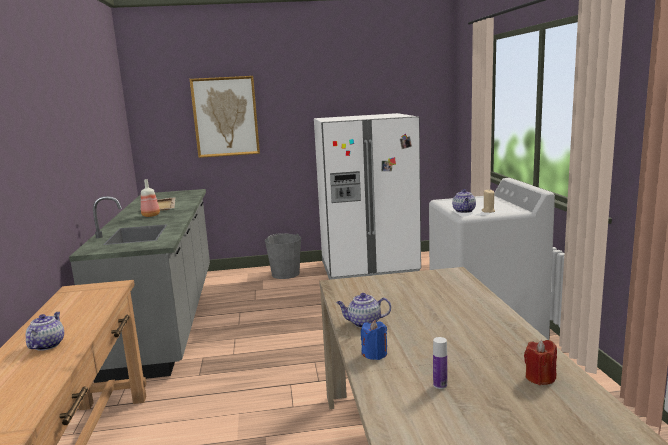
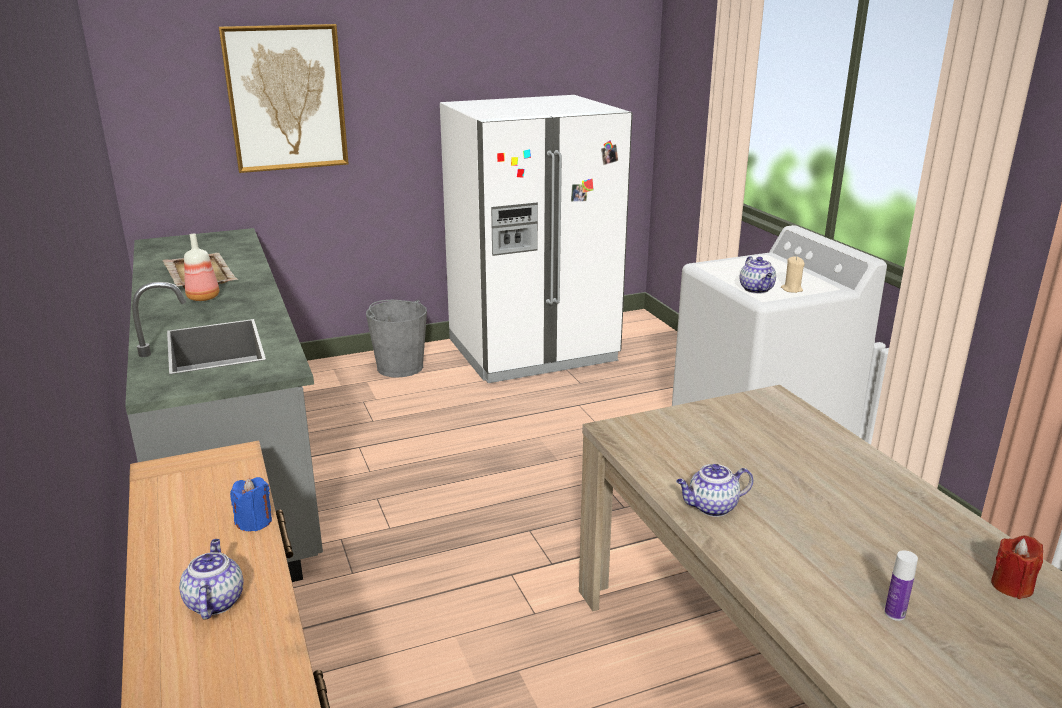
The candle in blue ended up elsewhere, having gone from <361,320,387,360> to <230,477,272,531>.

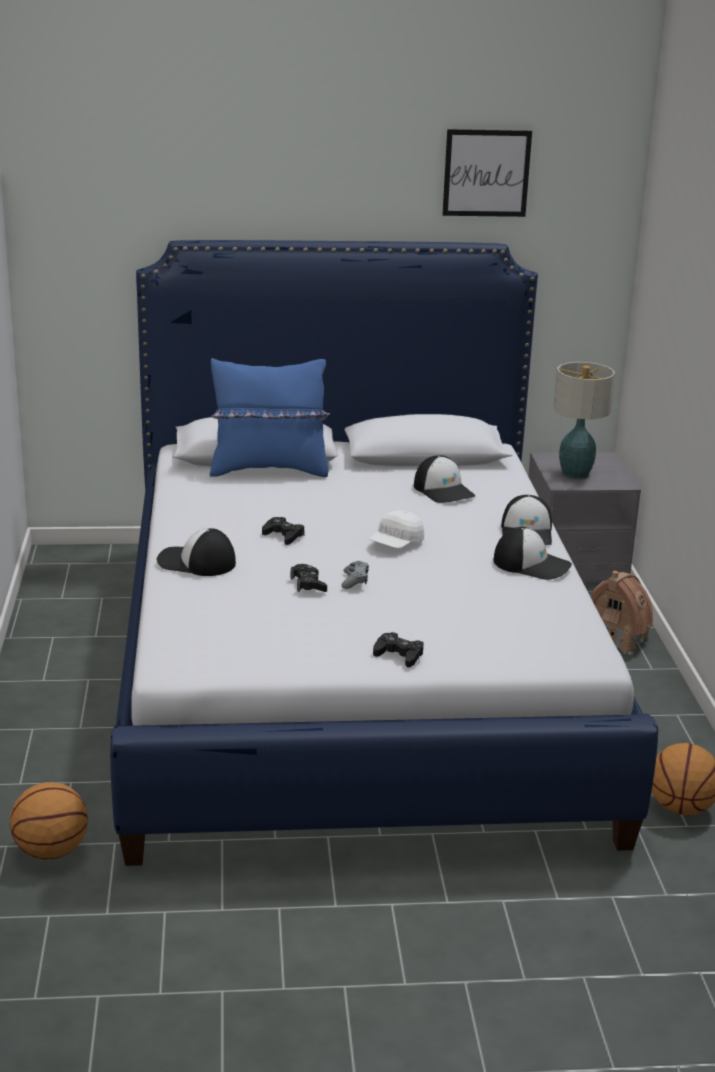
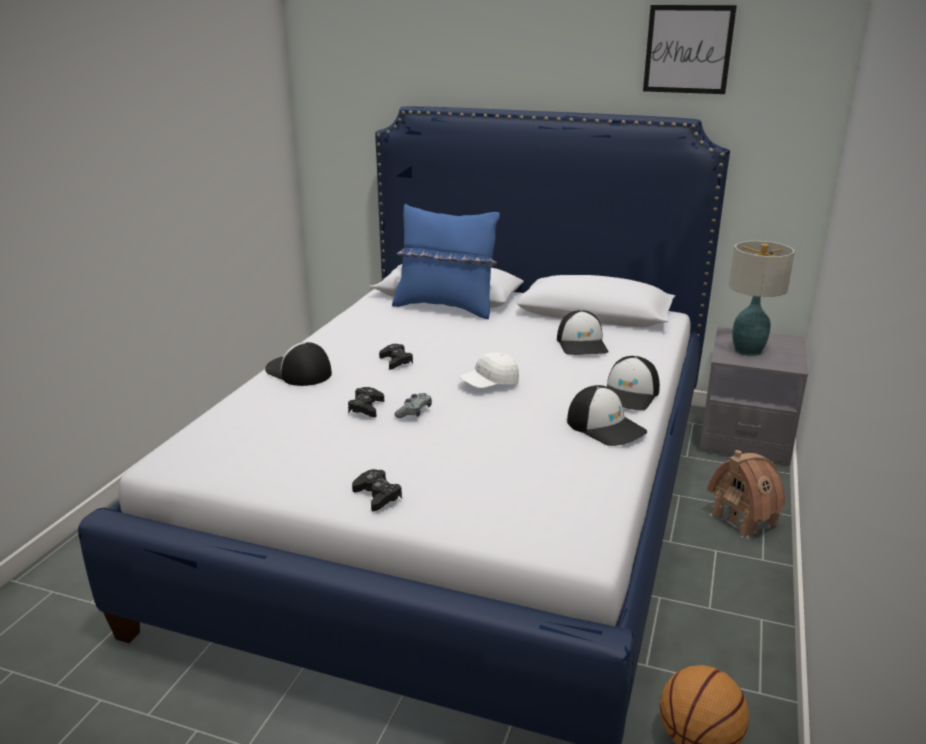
The second view lost the basketball at <10,782,88,860>.

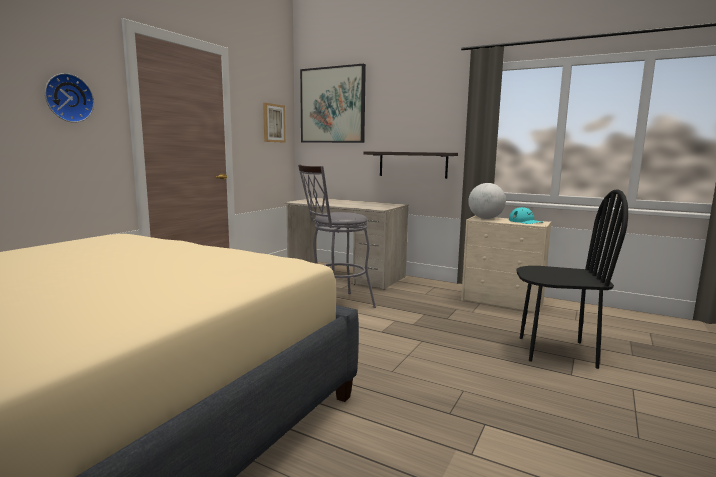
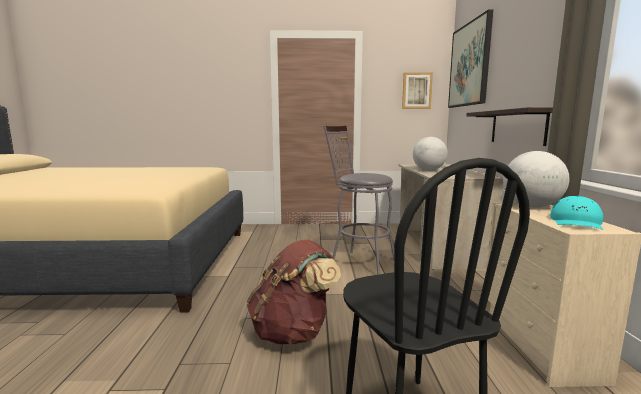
The second view lost the wall clock at <45,73,94,123>.
The second view gained the backpack in brown at <247,240,341,345>.
The second view gained the globe at <413,137,448,171>.

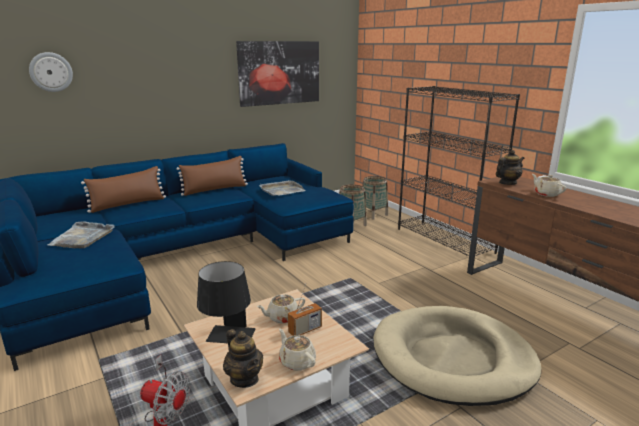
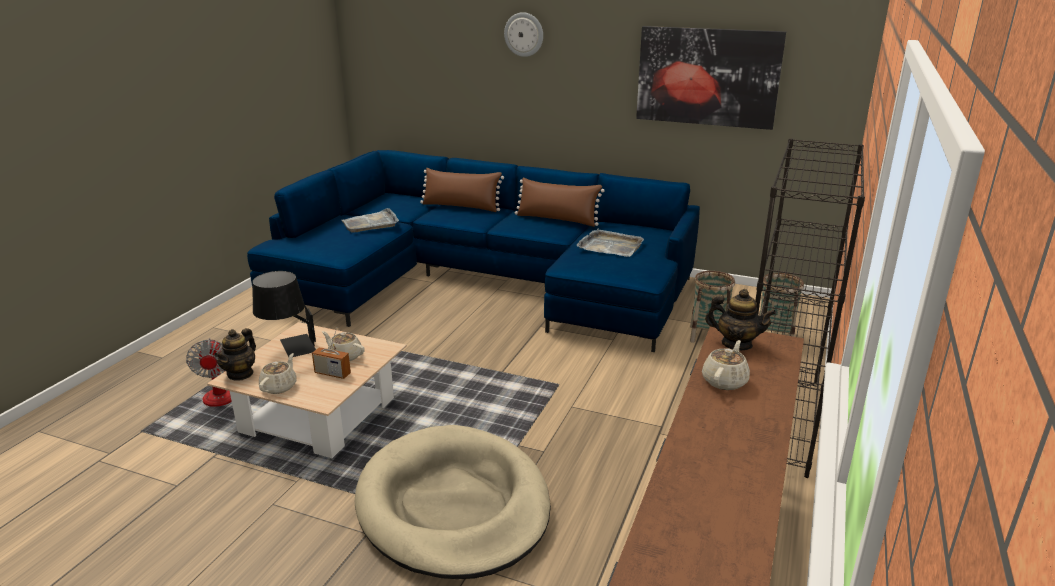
The wall clock ended up elsewhere, having gone from <29,52,73,92> to <504,12,543,57>.

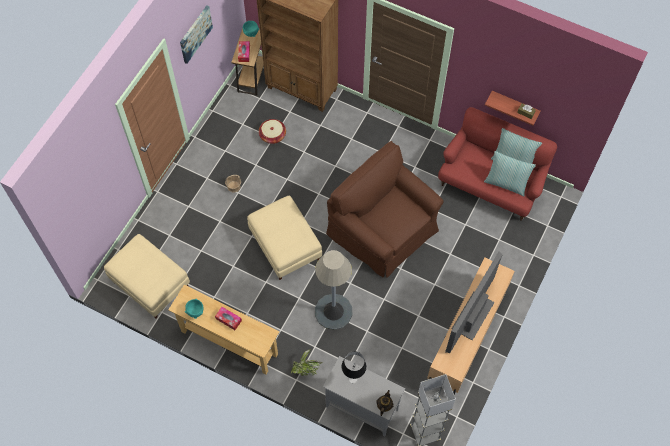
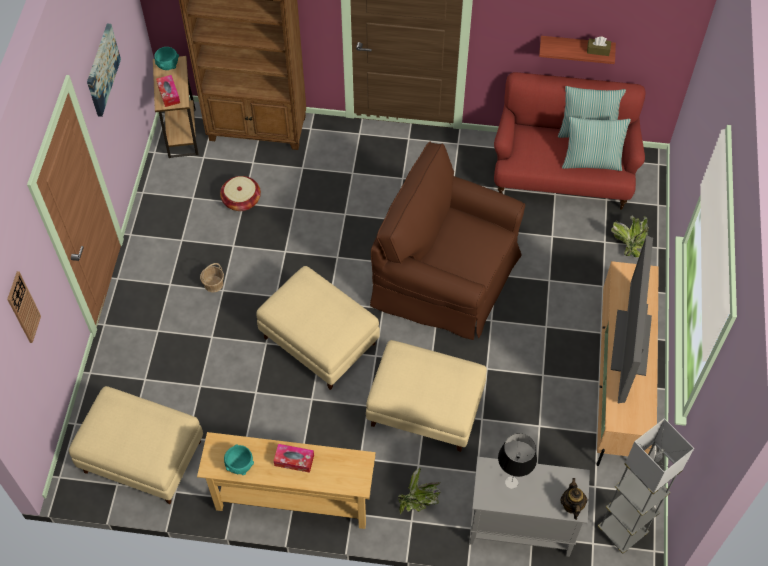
The second view gained the wall clock at <7,271,41,343>.
The second view gained the potted plant at <611,216,649,258>.
Where the floor lamp in grey stood at <315,250,352,330>, the ottoman in beige came to stand at <366,340,487,452>.

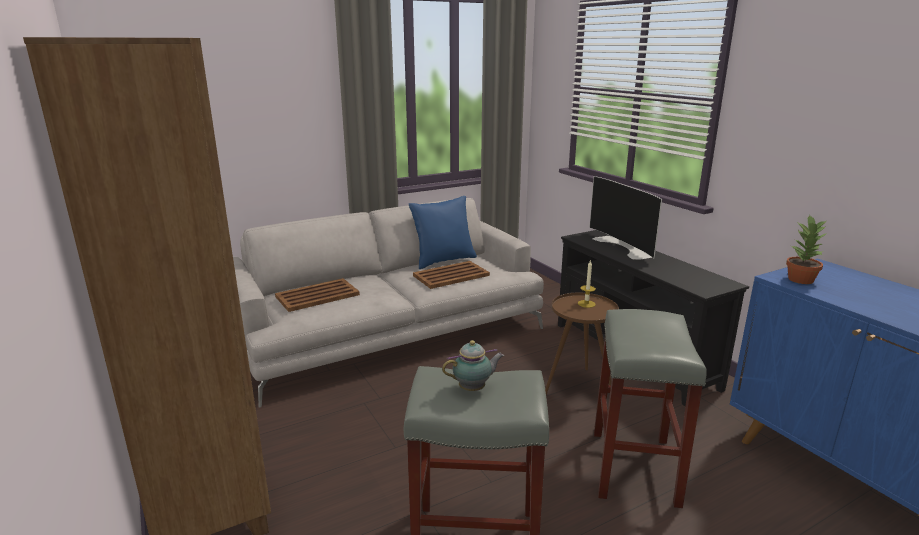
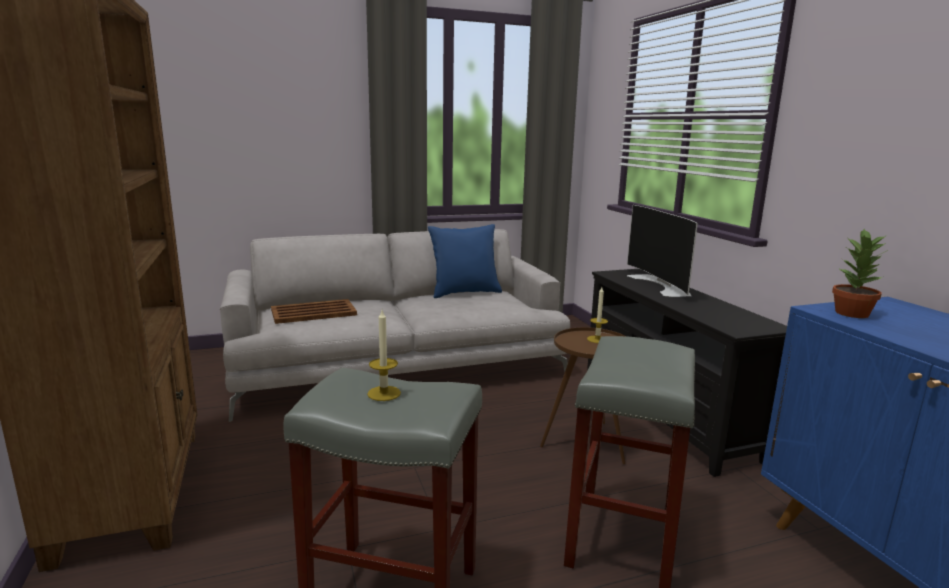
The second view lost the tray in brown at <413,261,490,289>.
Where the teapot stood at <442,340,504,391>, the candle came to stand at <367,310,401,401>.

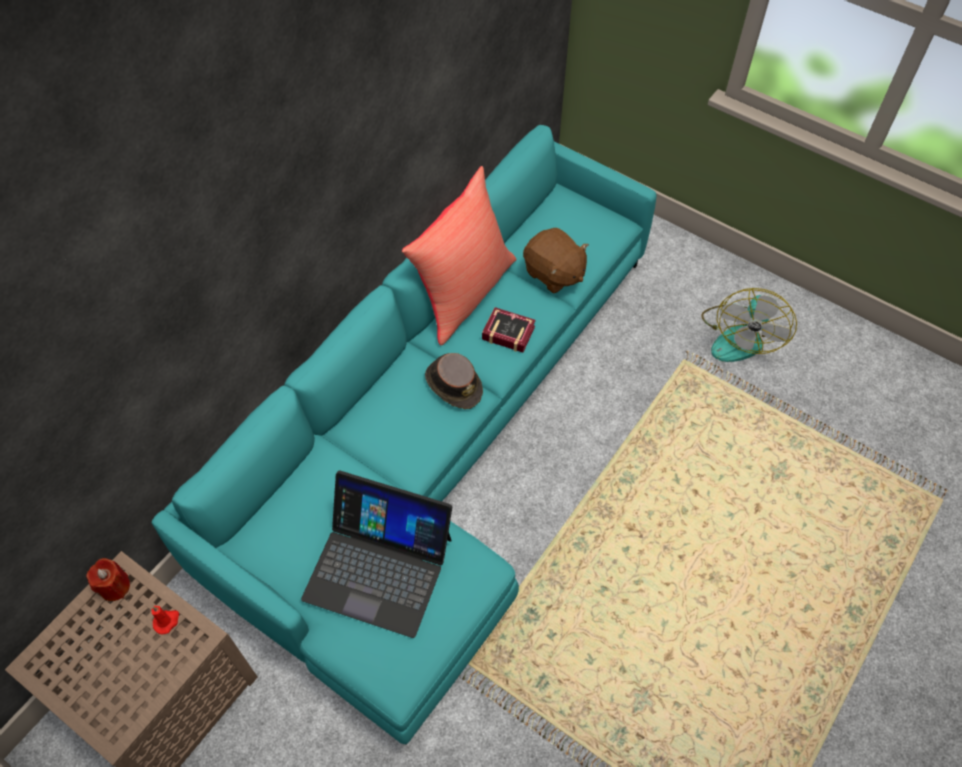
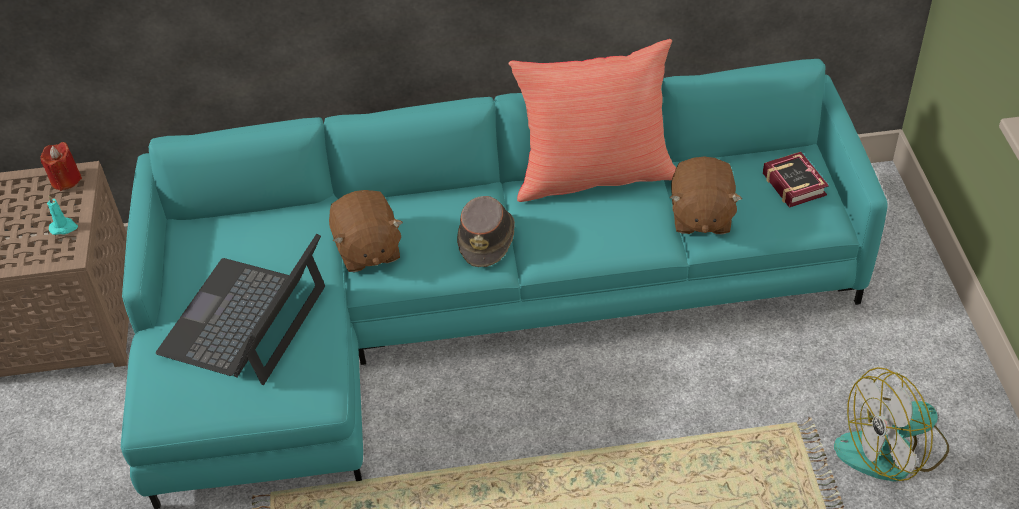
The second view gained the plush toy in brown at <329,190,403,272>.
The book ended up elsewhere, having gone from <482,307,536,353> to <763,152,829,208>.
What was the candle in red at <151,606,179,634> turned into the candle in turquoise at <47,195,78,235>.
The laptop at <301,470,452,638> ended up facing another way, 45 degrees clockwise from before.

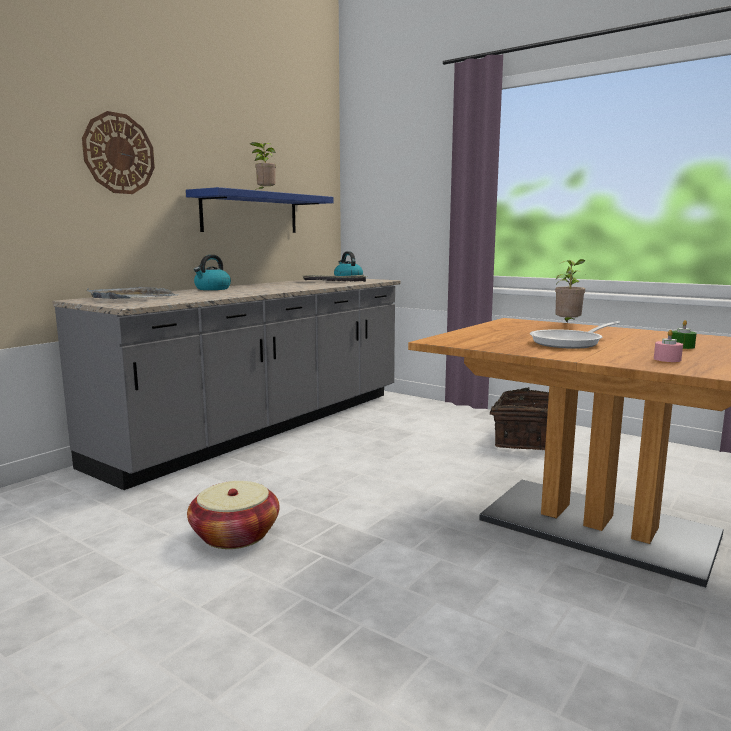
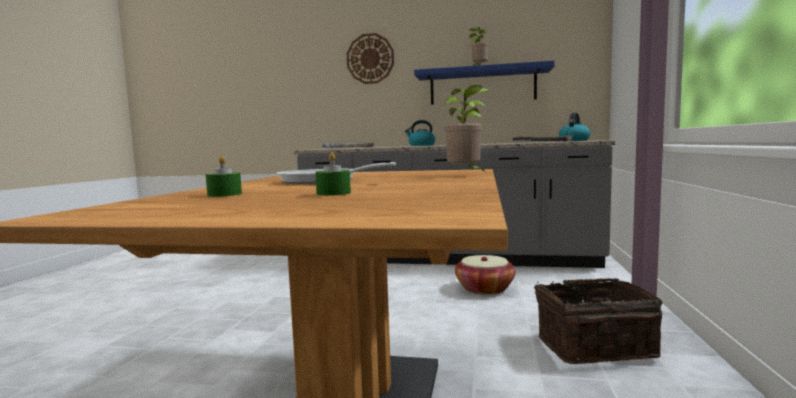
The basket ended up elsewhere, having gone from <187,481,279,549> to <455,255,515,295>.
What was the candle in pink at <654,330,683,362> turned into the candle in green at <206,156,242,197>.

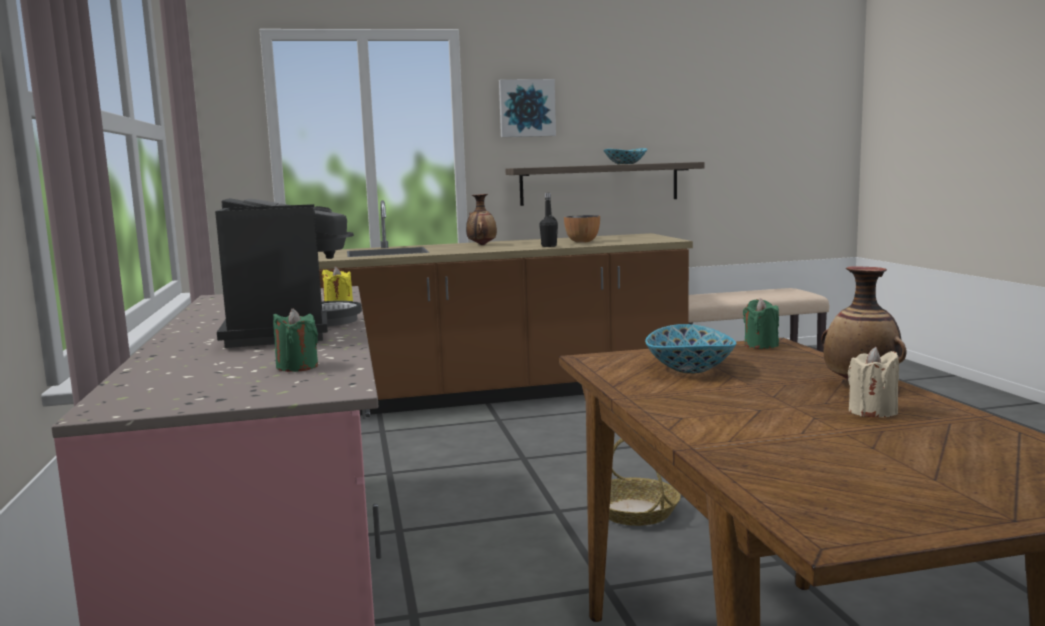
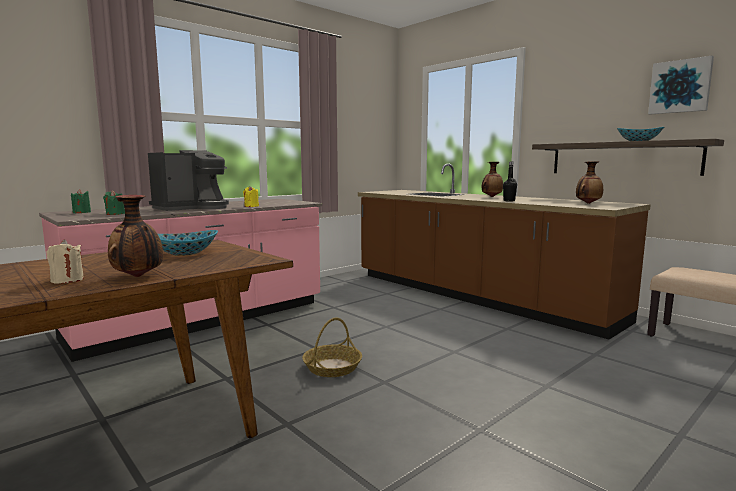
The second view lost the bowl at <564,215,600,243>.
The second view gained the vase at <576,161,603,204>.
The picture ended up elsewhere, having gone from <499,79,556,137> to <648,56,714,114>.
The candle in green ended up elsewhere, having gone from <743,298,779,349> to <71,189,91,213>.

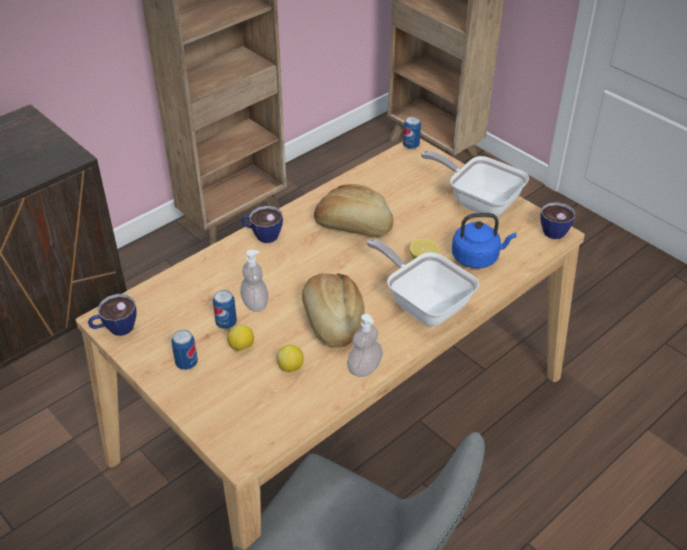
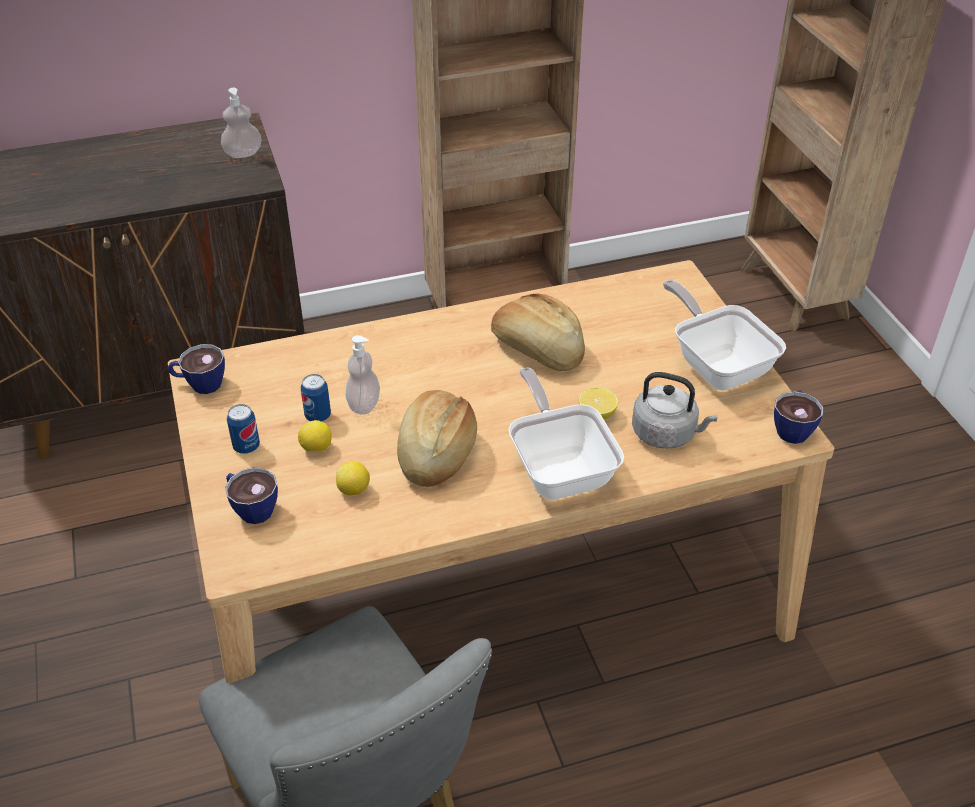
The second view lost the can at <403,116,421,149>.
The cup ended up elsewhere, having gone from <241,206,283,243> to <225,467,278,524>.
The soap dispenser ended up elsewhere, having gone from <347,314,383,377> to <221,88,261,158>.
What was the kettle in blue at <452,213,517,268> turned into the kettle in grey at <632,372,718,449>.

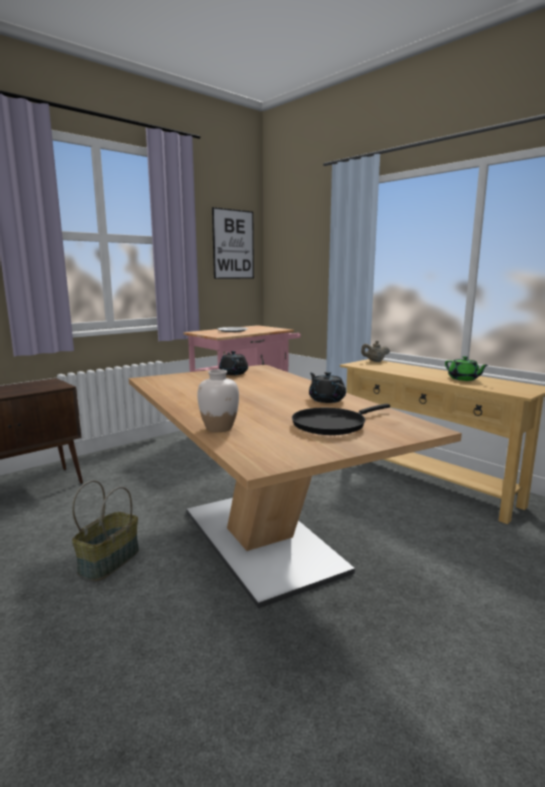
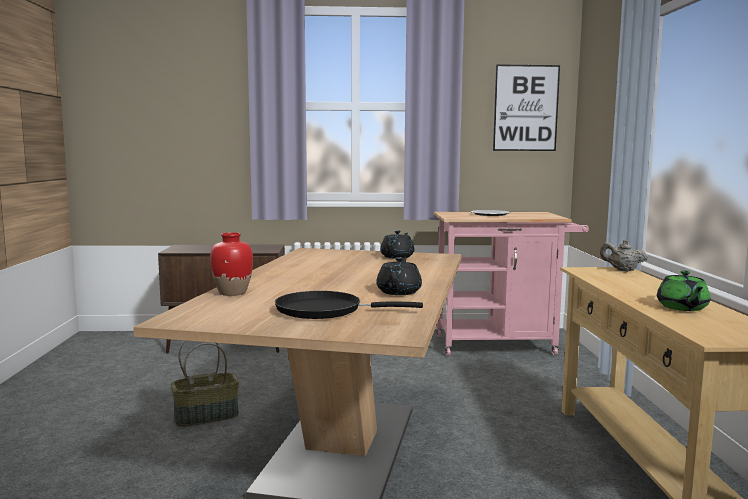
What was the vase in white at <197,369,239,432> turned into the vase in red at <210,232,253,296>.

